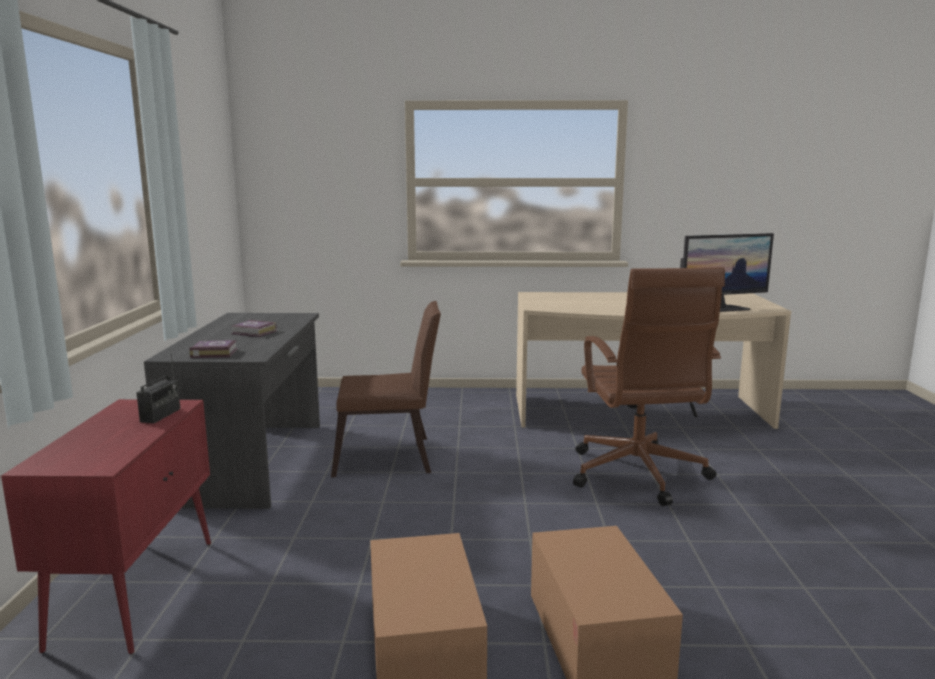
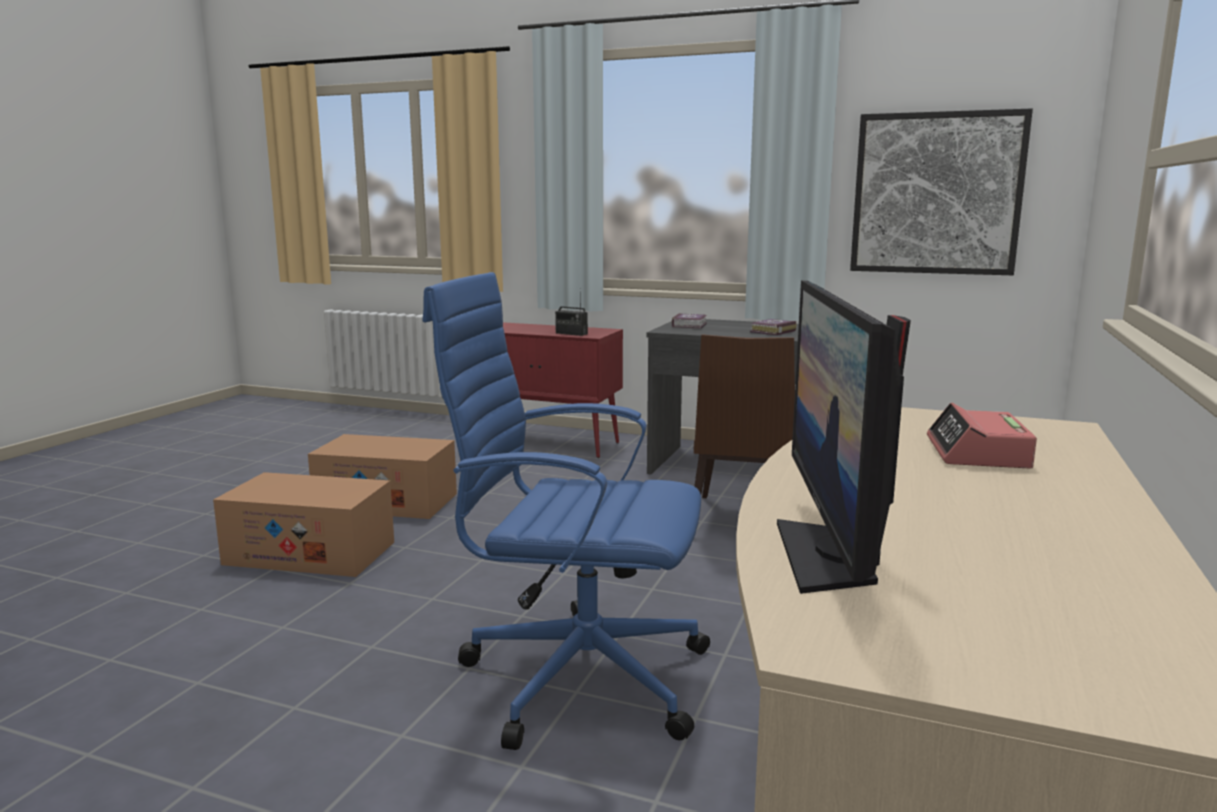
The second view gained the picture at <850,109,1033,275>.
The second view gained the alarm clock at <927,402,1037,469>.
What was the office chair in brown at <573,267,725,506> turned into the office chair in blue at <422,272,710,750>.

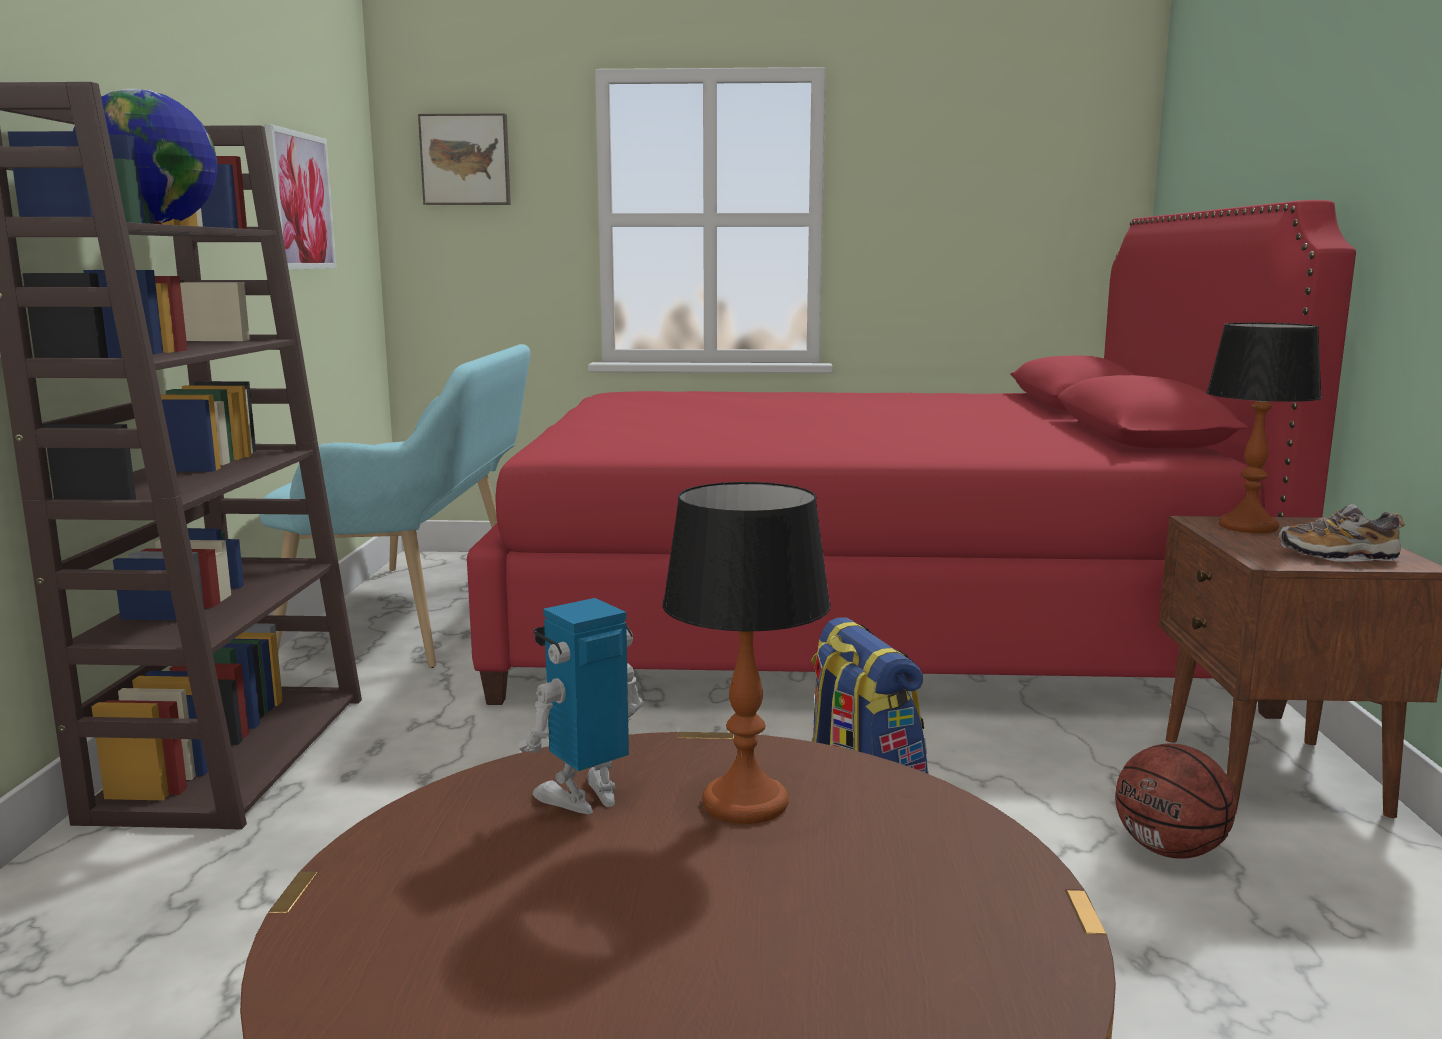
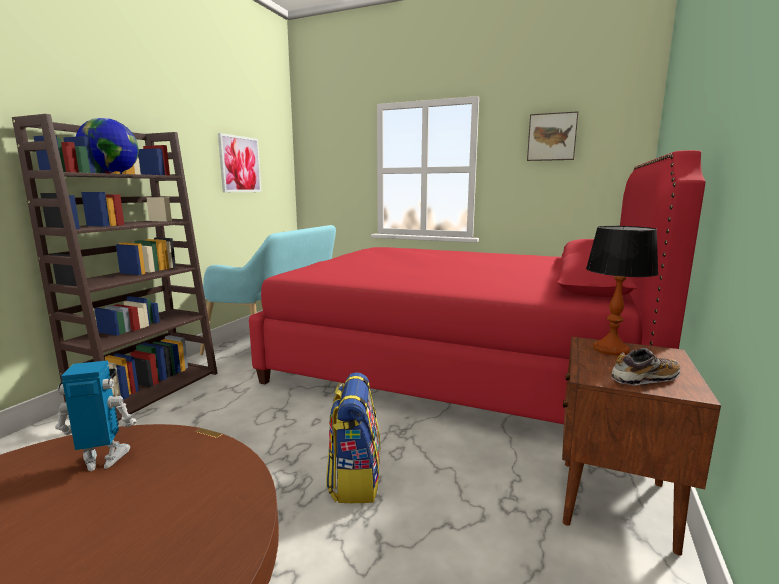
The second view lost the table lamp at <662,482,831,824>.
The second view lost the basketball at <1115,744,1236,859>.
The picture ended up elsewhere, having gone from <418,113,511,205> to <527,111,578,161>.
The shoe at <1279,504,1405,562> ended up facing another way, 135 degrees clockwise from before.

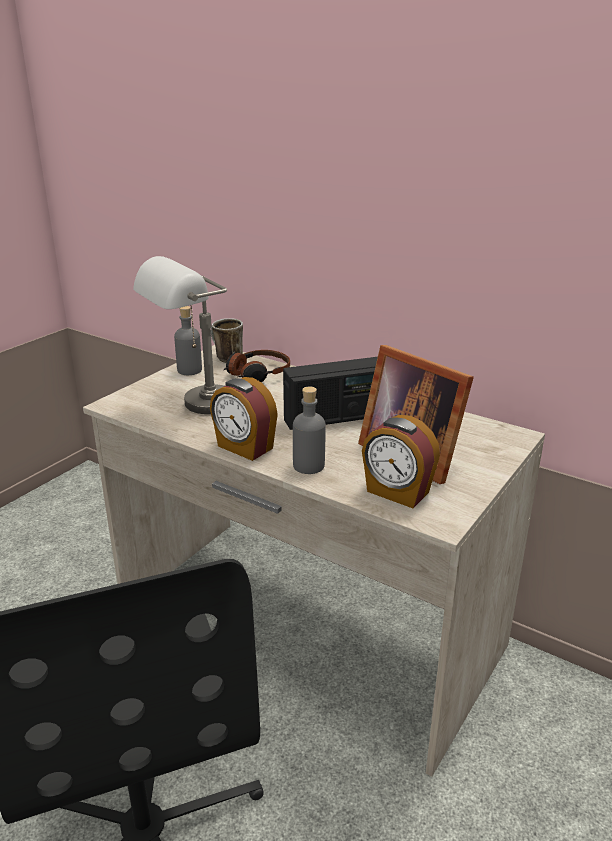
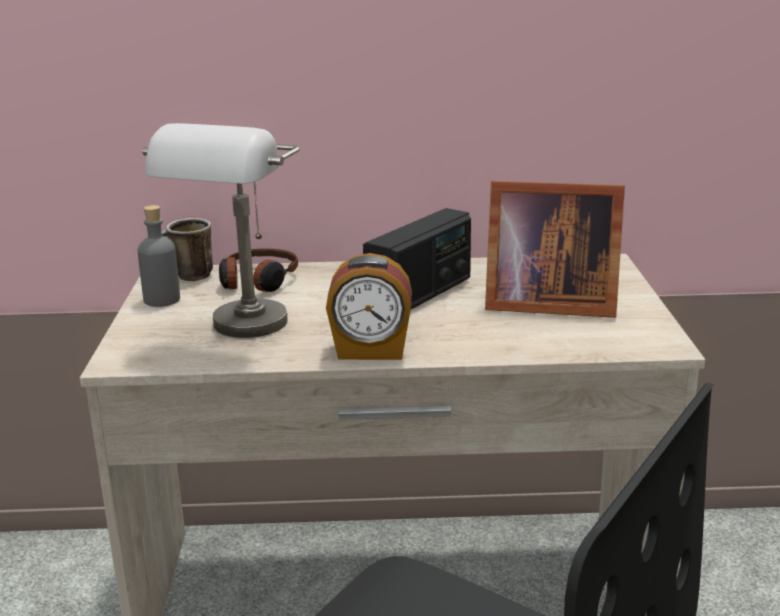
The second view lost the bottle in grey at <293,387,326,474>.
The second view lost the alarm clock at <362,415,440,508>.

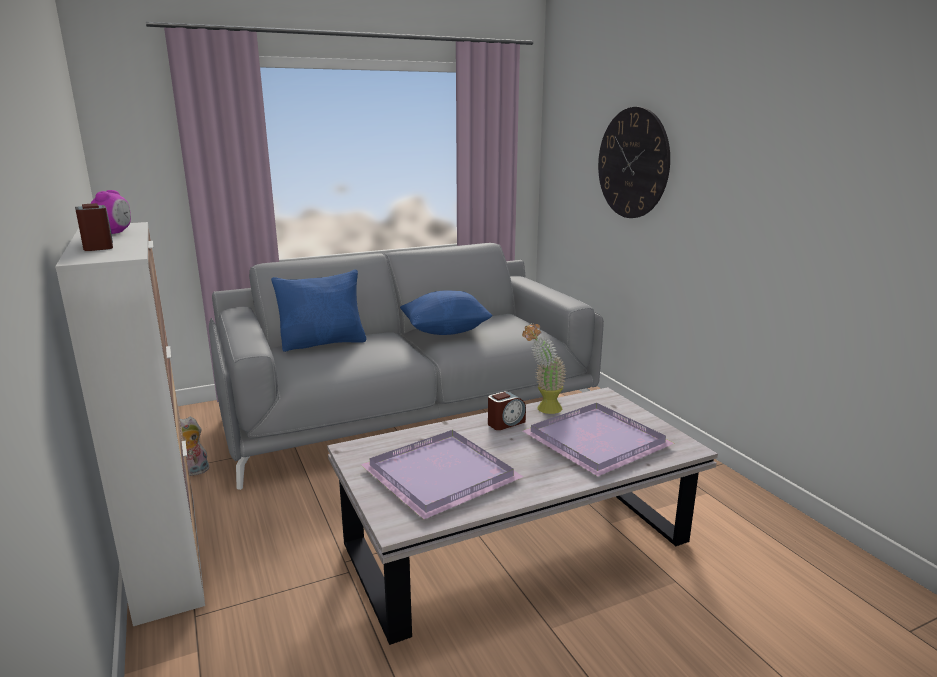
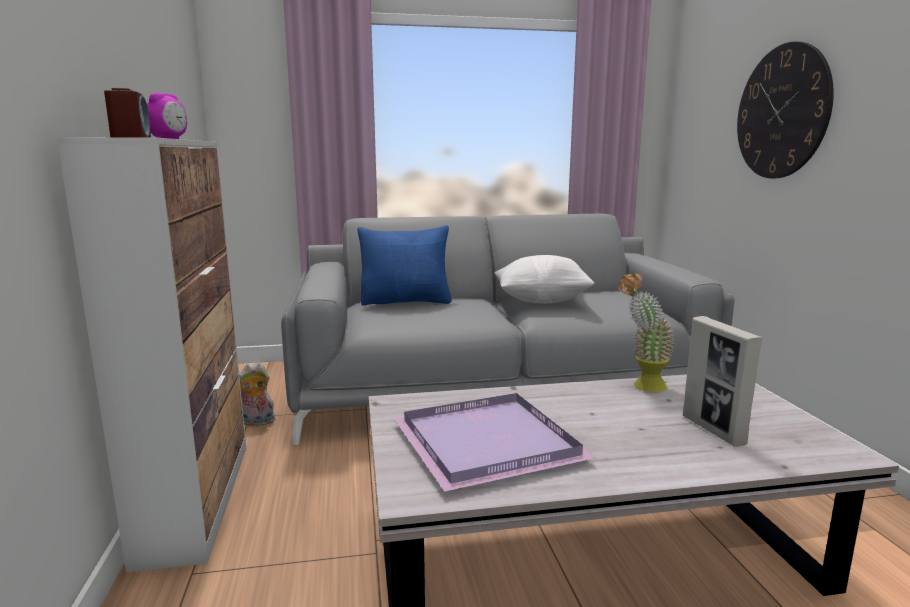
The second view lost the alarm clock at <488,391,526,430>.
Where the tray in purple stood at <523,403,675,476>, the picture frame came to stand at <683,316,762,447>.
What was the pillow in blue at <400,290,493,335> turned into the pillow in white at <494,255,595,303>.

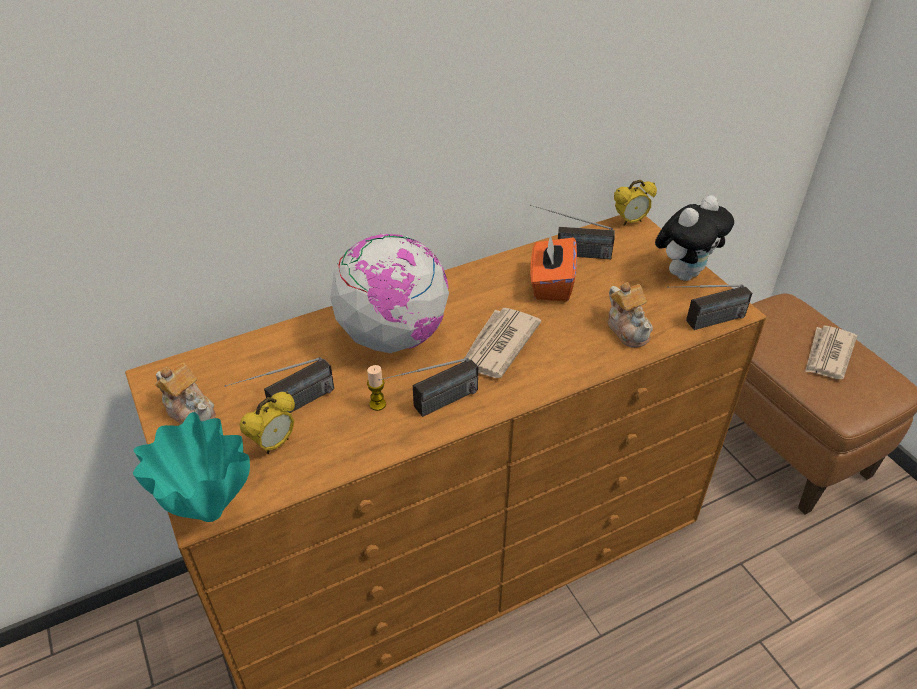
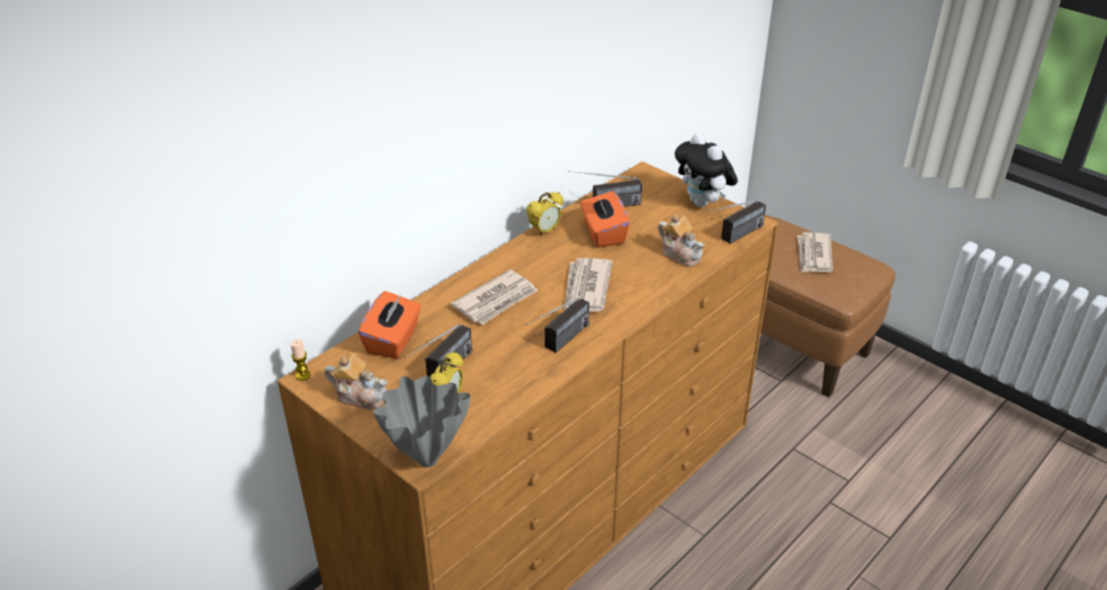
The second view gained the tissue box in orange at <359,291,421,359>.
The candle ended up elsewhere, having gone from <367,365,386,411> to <290,339,311,381>.
The alarm clock ended up elsewhere, having gone from <614,180,657,226> to <526,192,563,236>.
Where the globe stood at <330,234,449,353>, the newspaper came to stand at <451,270,538,325>.
What was the vase in turquoise at <133,412,250,522> turned into the vase in grey at <374,376,470,467>.
The plush toy at <655,195,734,281> ended up facing another way, 120 degrees clockwise from before.

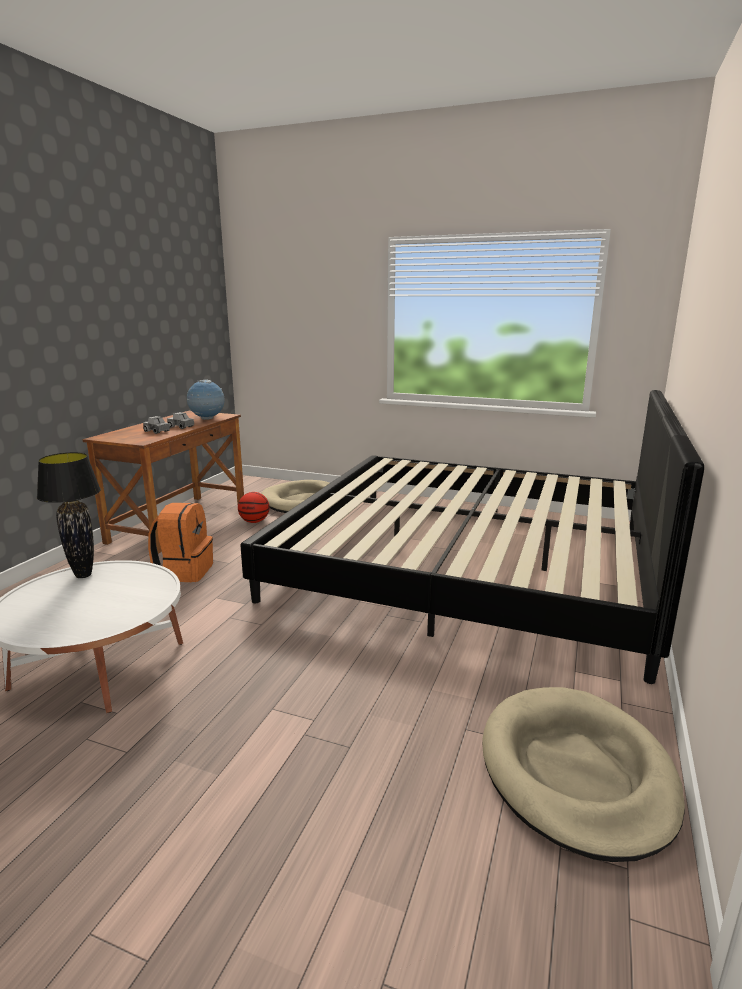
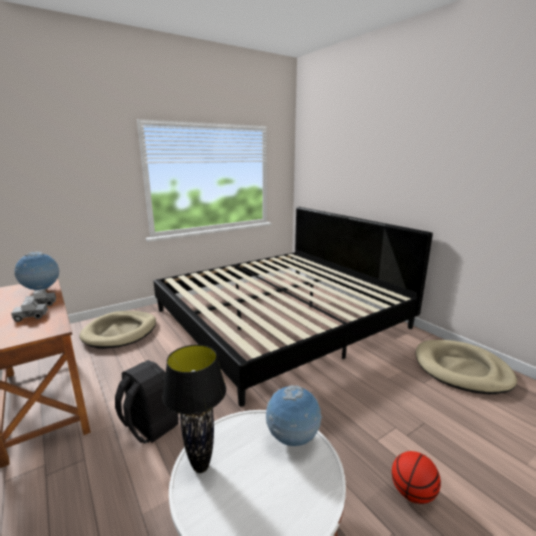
The second view gained the globe at <266,385,322,446>.
The basketball ended up elsewhere, having gone from <238,492,269,523> to <392,451,441,504>.
What was the backpack in orange at <148,503,213,582> turned into the backpack in black at <115,360,179,444>.

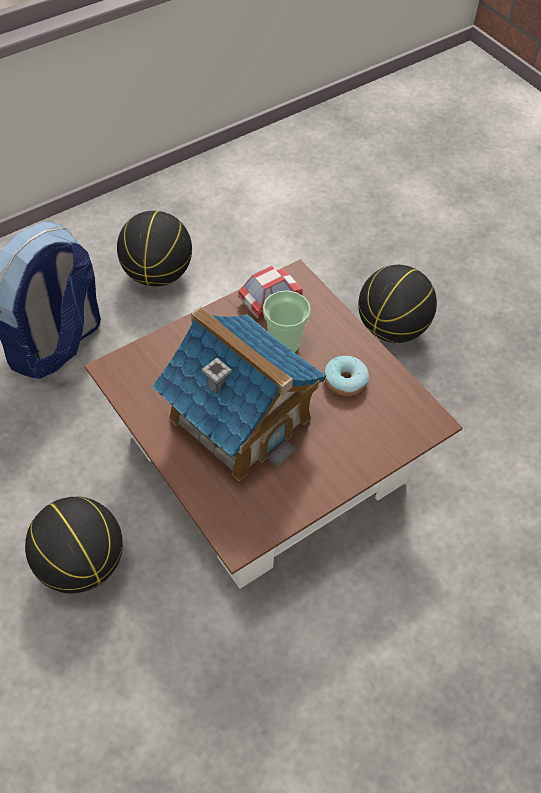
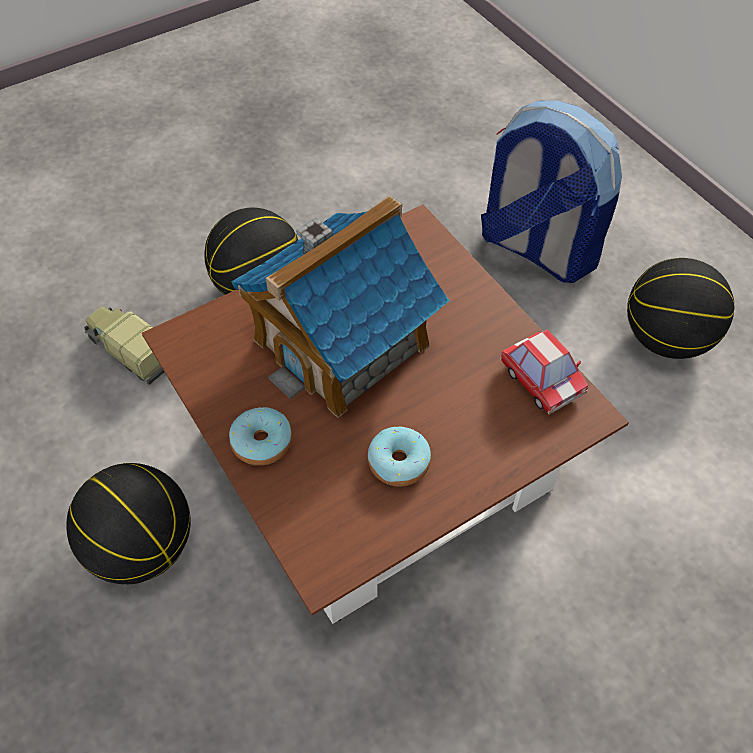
The second view lost the cup at <263,290,311,353>.
The second view gained the toy truck at <84,307,164,385>.
The second view gained the donut at <229,407,292,466>.
The basketball ended up elsewhere, having gone from <358,265,437,343> to <66,463,191,584>.

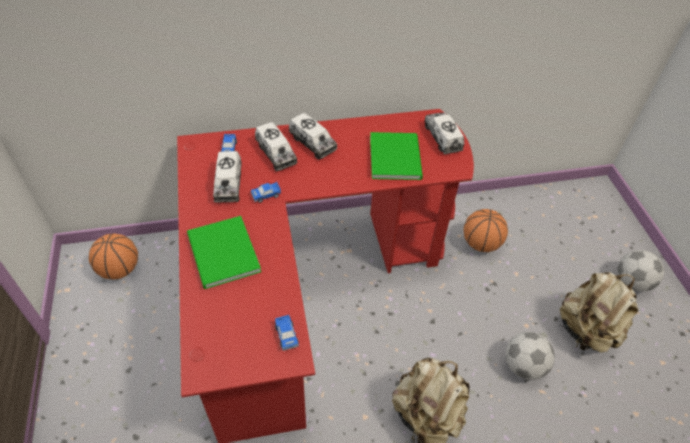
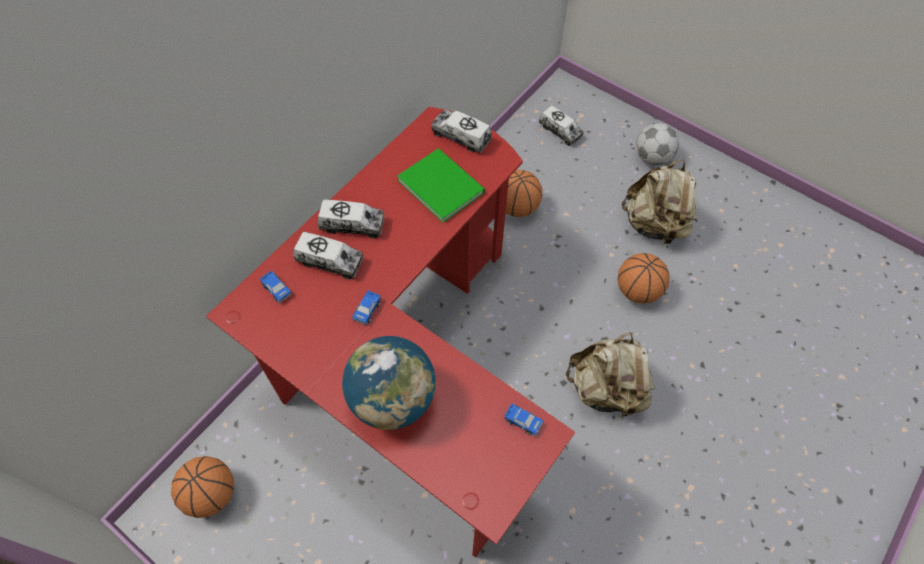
The toy truck ended up elsewhere, having gone from <213,151,242,203> to <539,105,584,146>.
Where the book in green stood at <187,216,261,289>, the globe came to stand at <342,336,436,430>.
Where the football stood at <505,332,555,380>, the basketball came to stand at <618,253,670,304>.

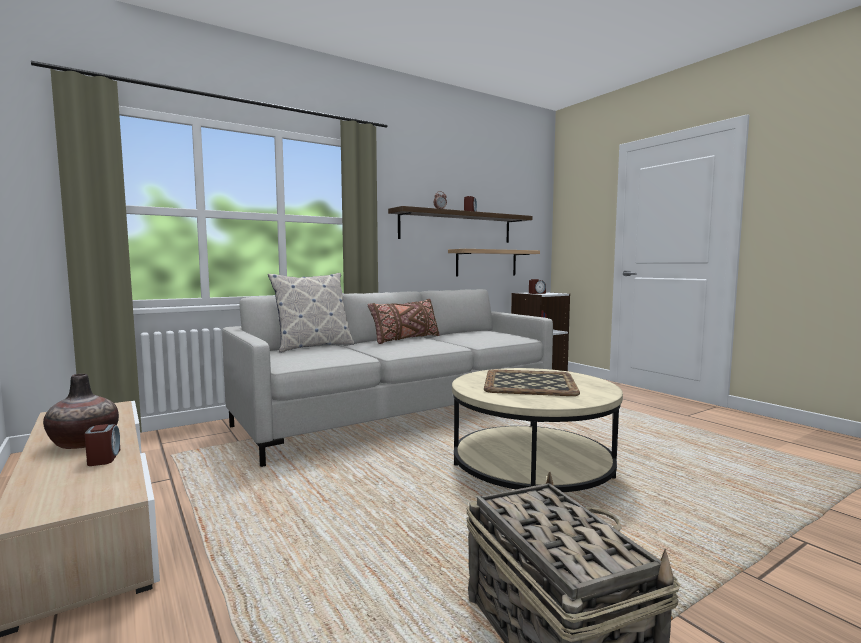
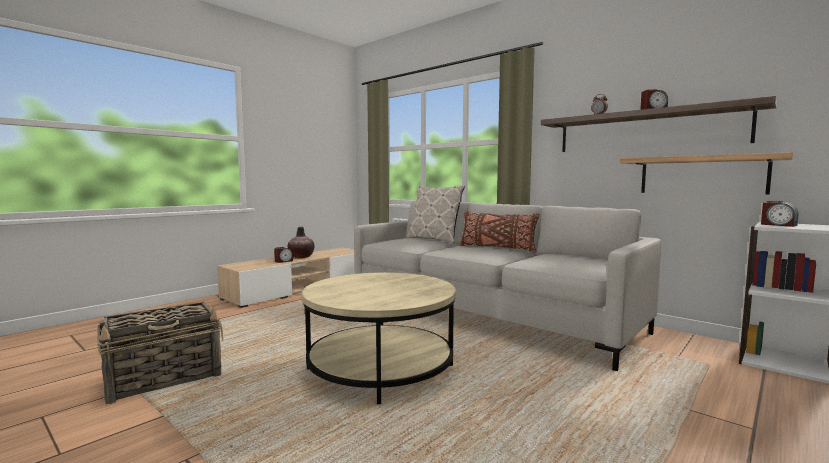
The second view lost the tray at <484,369,580,396>.

